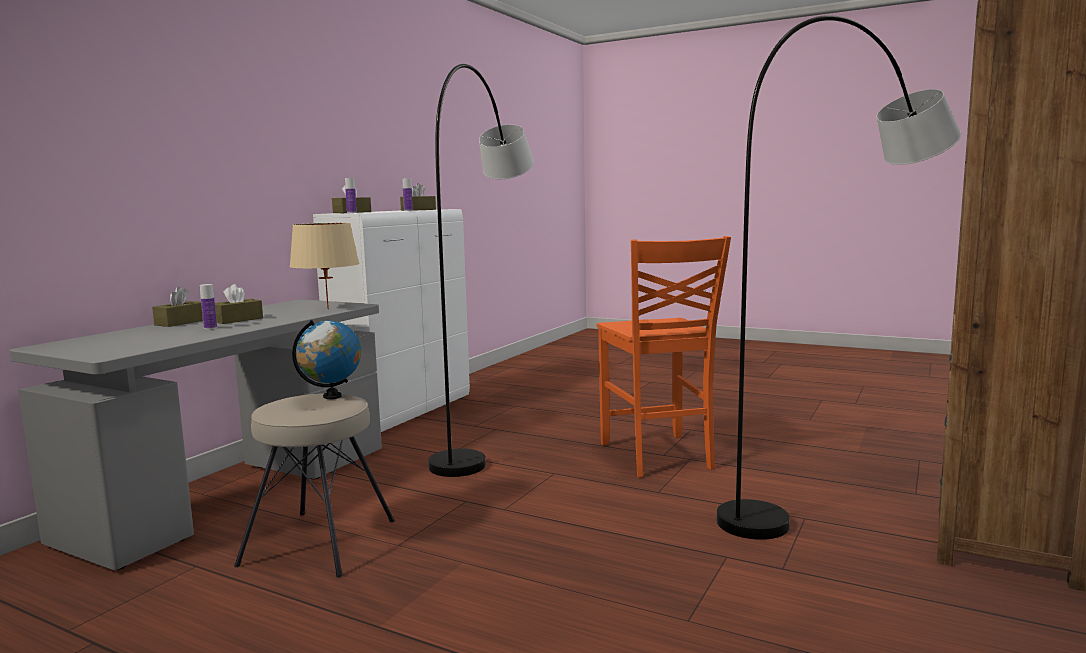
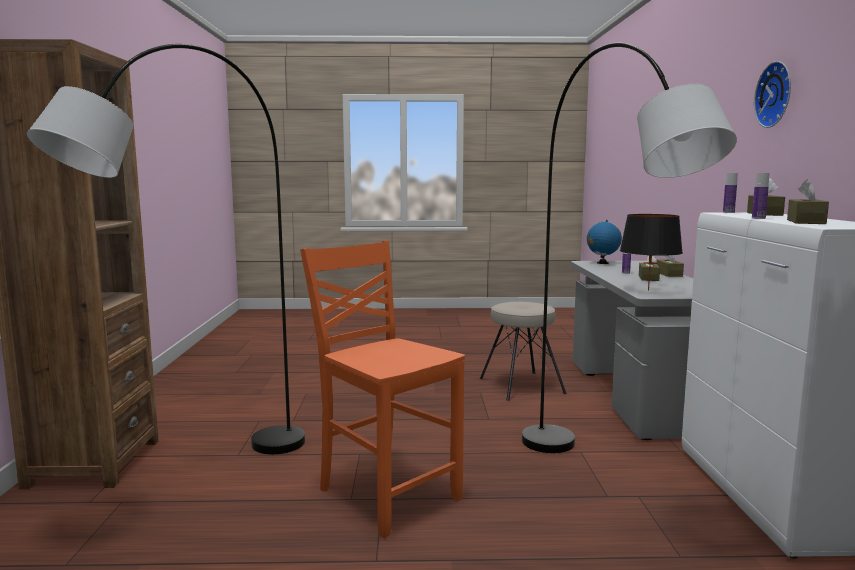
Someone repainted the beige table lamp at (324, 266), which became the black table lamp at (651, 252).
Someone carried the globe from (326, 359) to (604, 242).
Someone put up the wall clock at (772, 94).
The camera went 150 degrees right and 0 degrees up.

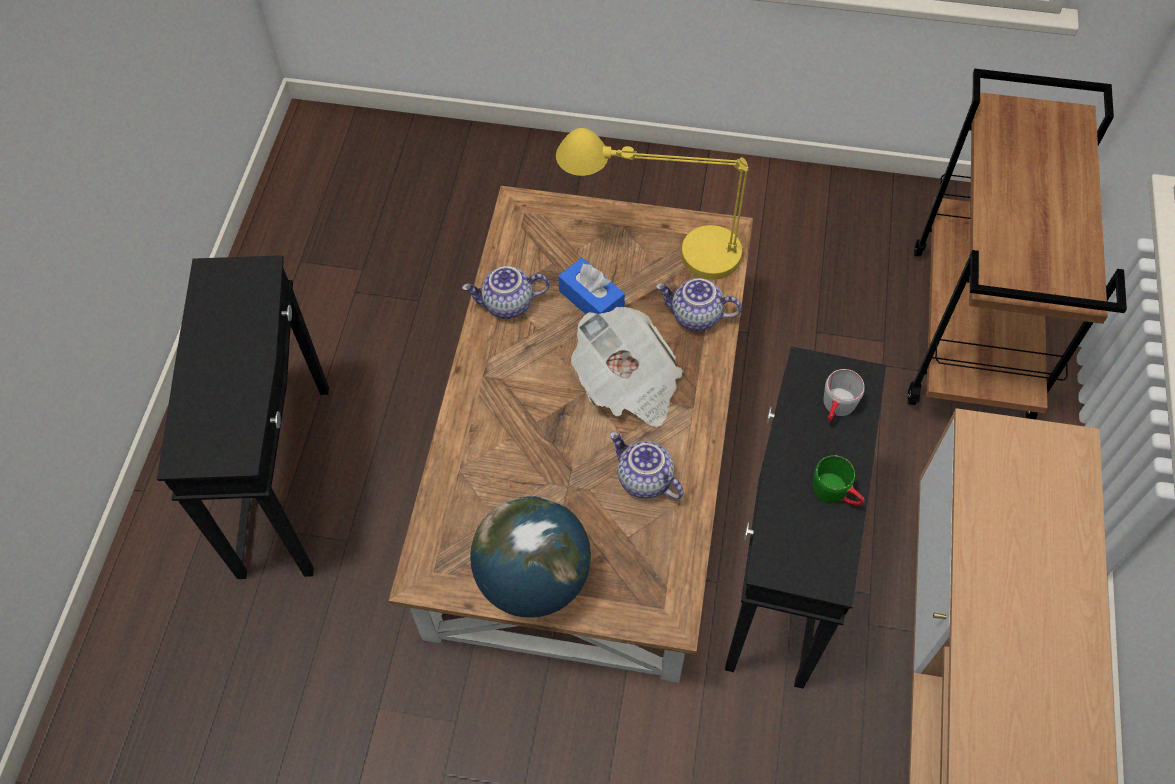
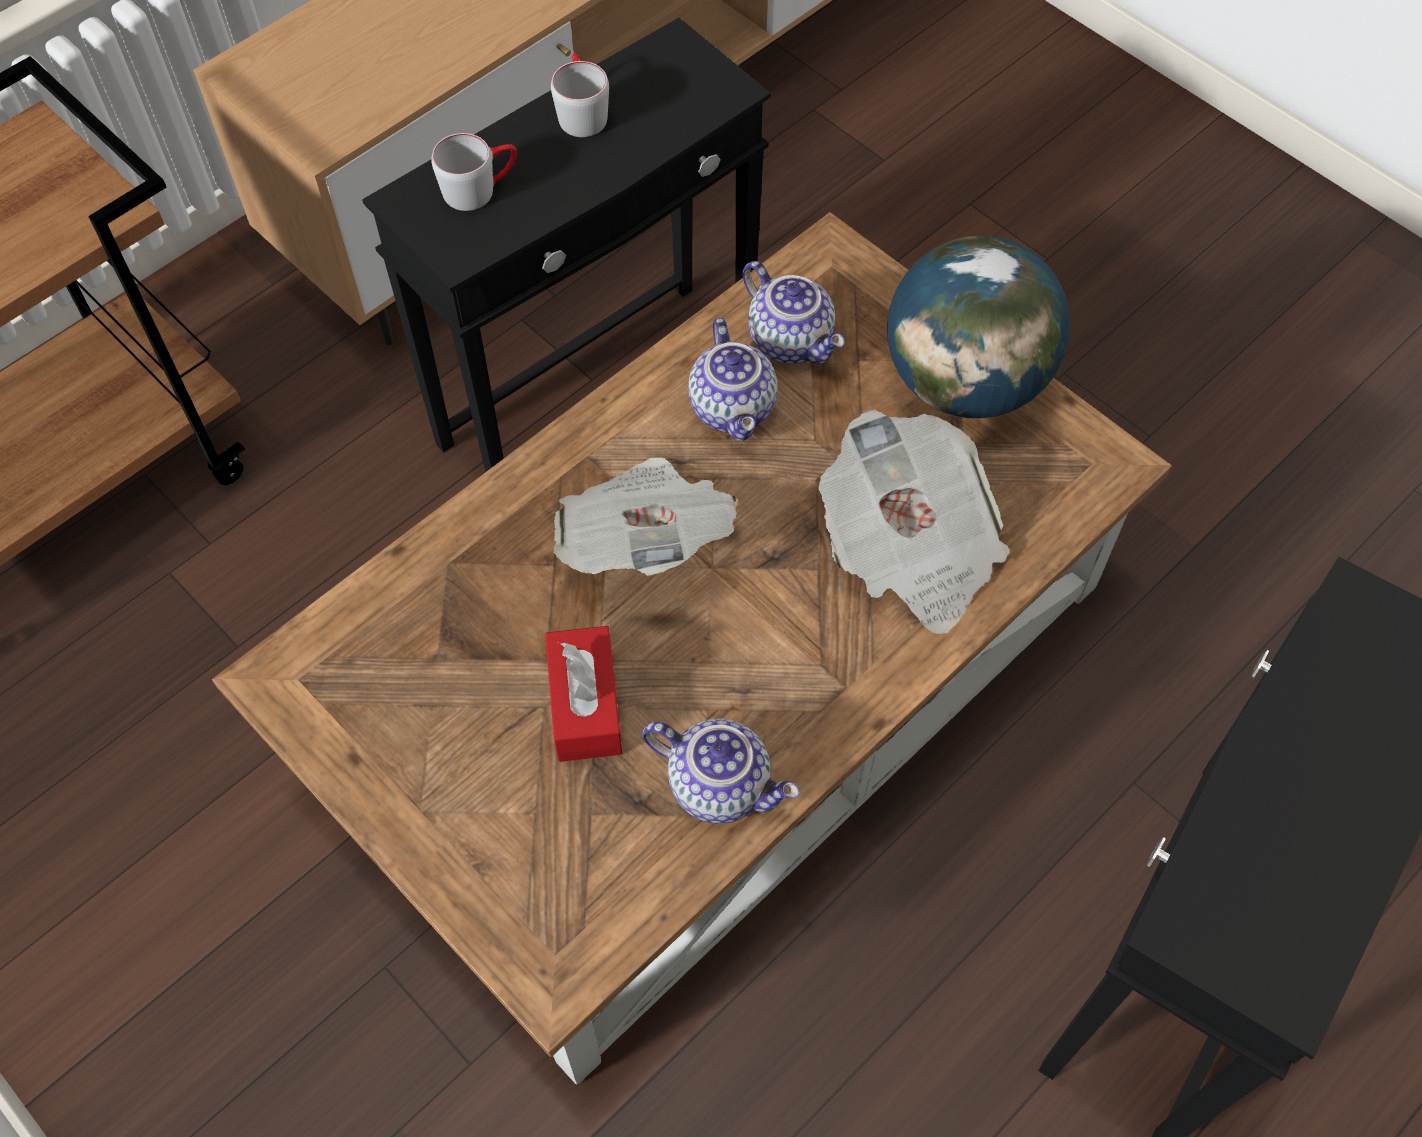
Someone took away the yellow table lamp at (652, 204).
Someone repainted the blue tissue box at (591, 286), which became the red tissue box at (583, 694).
Someone carried the teapot from (699, 304) to (794, 312).
Someone repainted the green mug at (839, 480), which became the grey mug at (580, 95).
Someone put down the newspaper at (914, 522).
The camera went 145 degrees left and 0 degrees up.

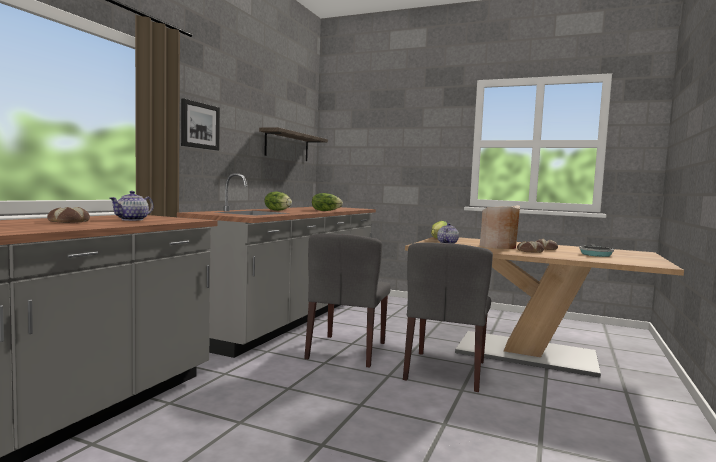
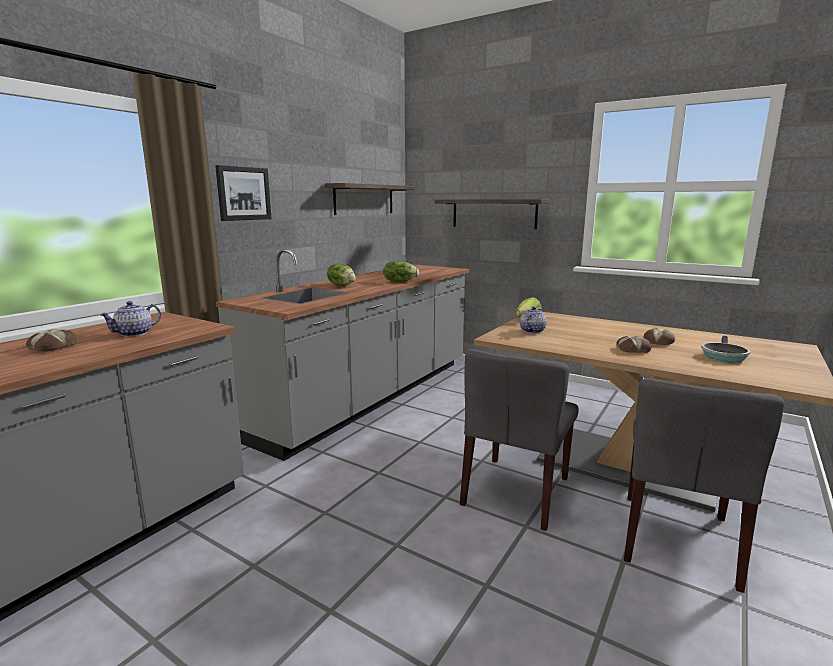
Someone carried the grey chair from (347, 300) to (704, 485).
Someone took away the beige vase at (500, 227).
Someone put up the shelf at (492, 214).
The camera went 10 degrees right and 10 degrees up.

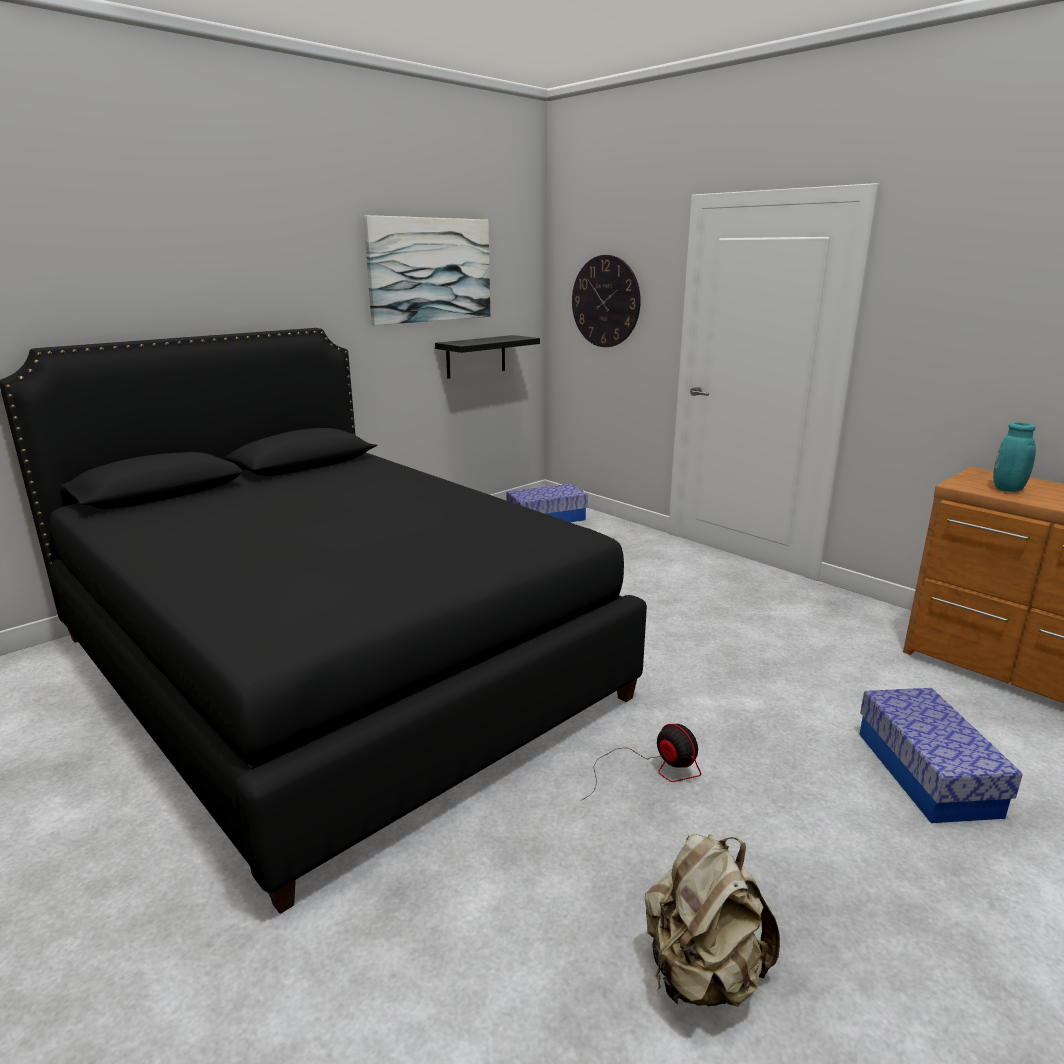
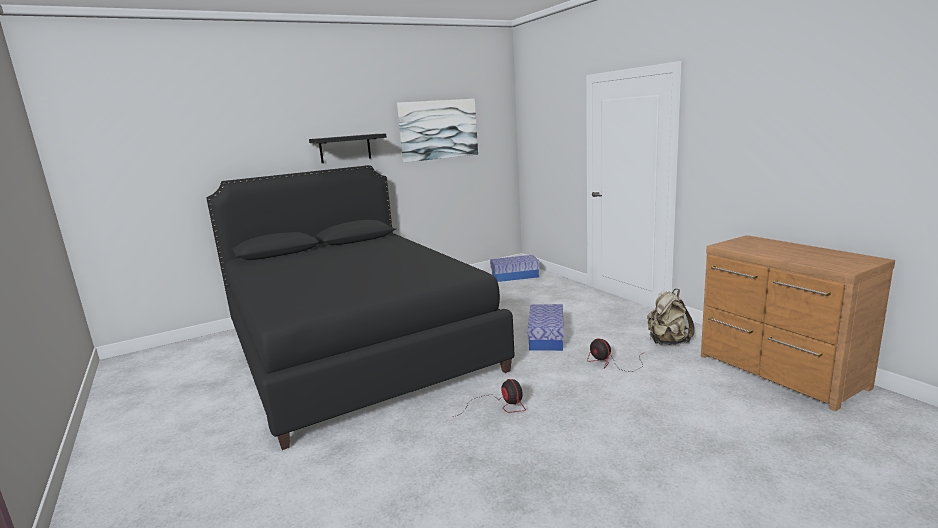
Someone carried the black shelf from (487, 357) to (348, 148).
Someone took away the wall clock at (606, 301).
Someone carried the beige backpack from (712, 920) to (671, 317).
Someone carried the storage box from (941, 755) to (545, 327).
Someone took away the turquoise vase at (1014, 457).
Someone put down the fan at (616, 355).
The camera went 15 degrees right and 5 degrees down.

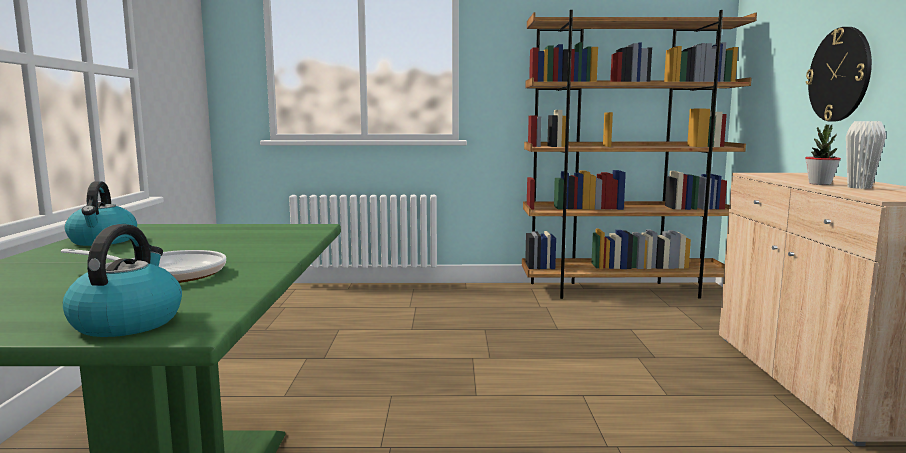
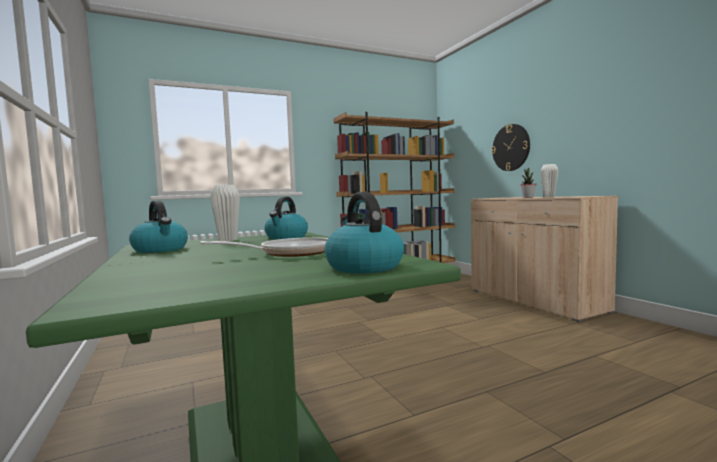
Someone put down the white vase at (225, 213).
Someone put down the kettle at (286, 217).
The camera went 25 degrees left and 5 degrees down.

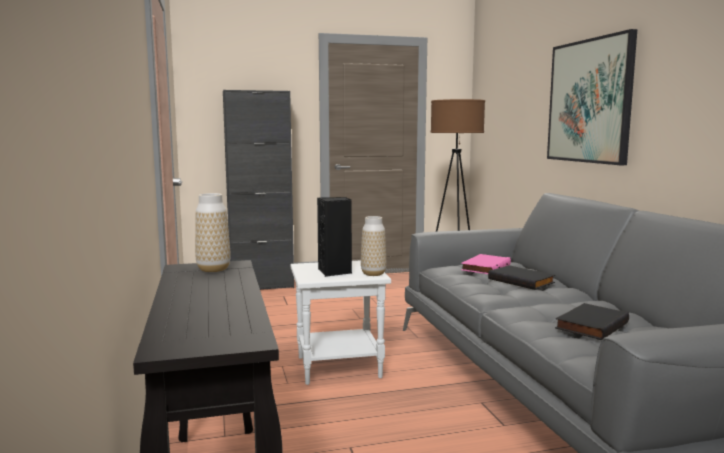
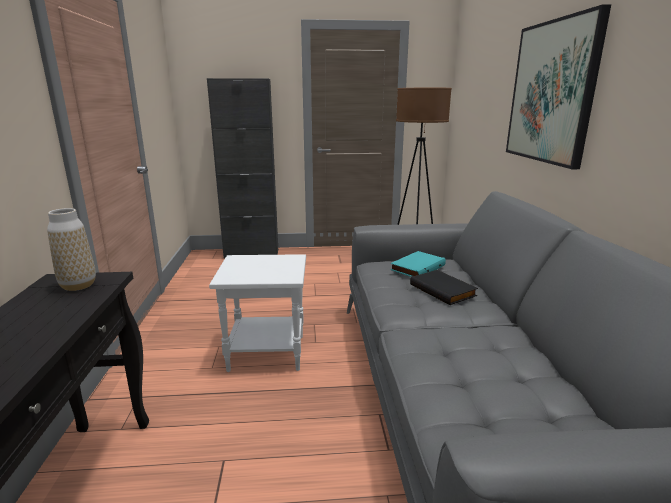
Someone took away the black speaker at (334, 237).
Someone took away the vase at (373, 246).
Someone repainted the pink book at (486, 264), which became the turquoise book at (418, 264).
Someone took away the black book at (592, 321).
The camera went 10 degrees right and 10 degrees up.

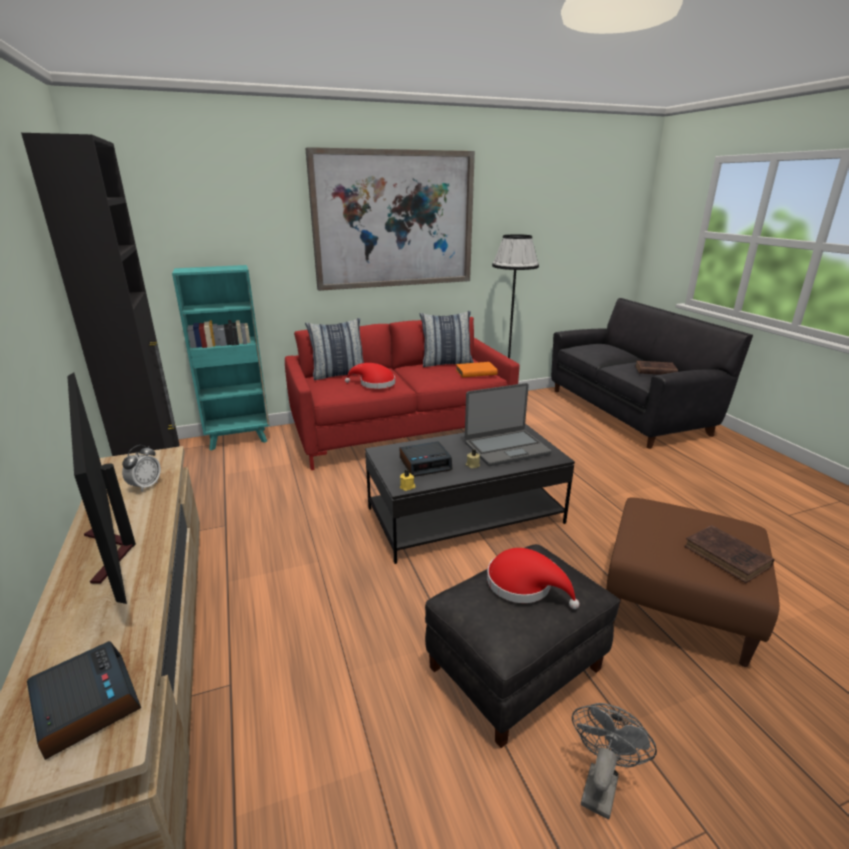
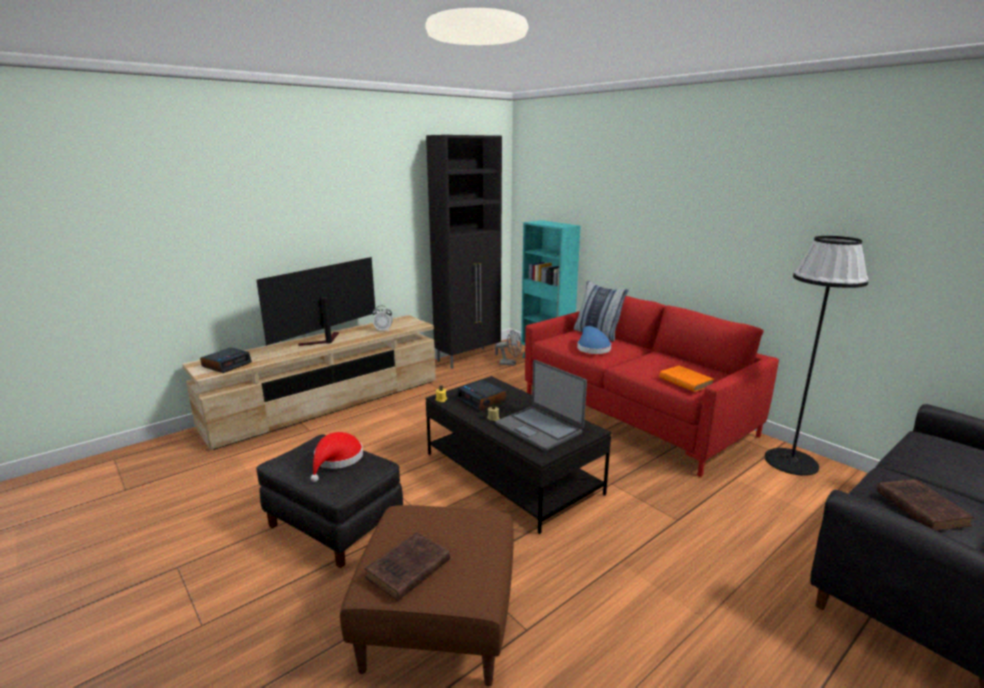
Someone took away the picture at (390, 219).
Someone repainted the red hat at (370, 376), which became the blue hat at (594, 340).
Someone took away the pillow at (447, 339).
Someone carried the grey fan from (614, 761) to (509, 348).
The camera went 70 degrees right and 5 degrees down.

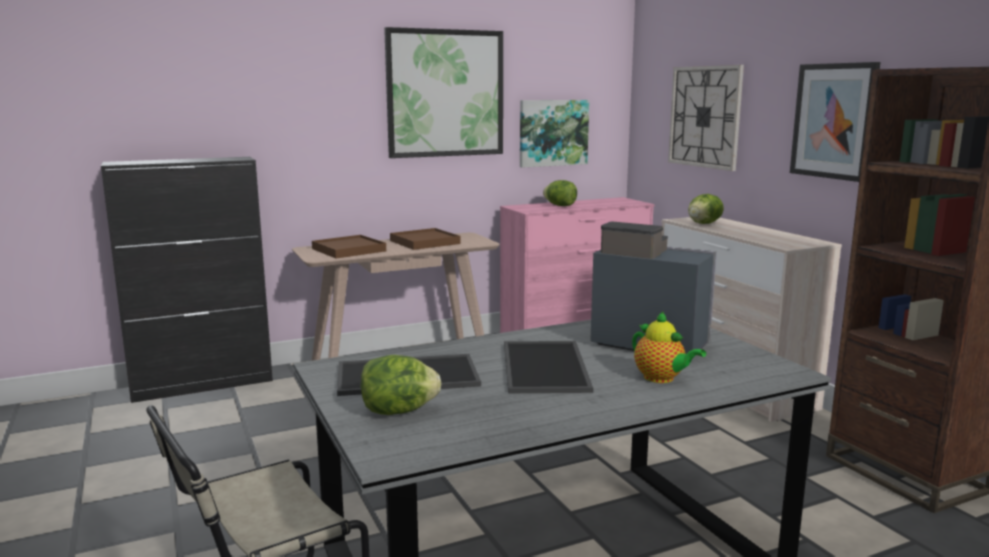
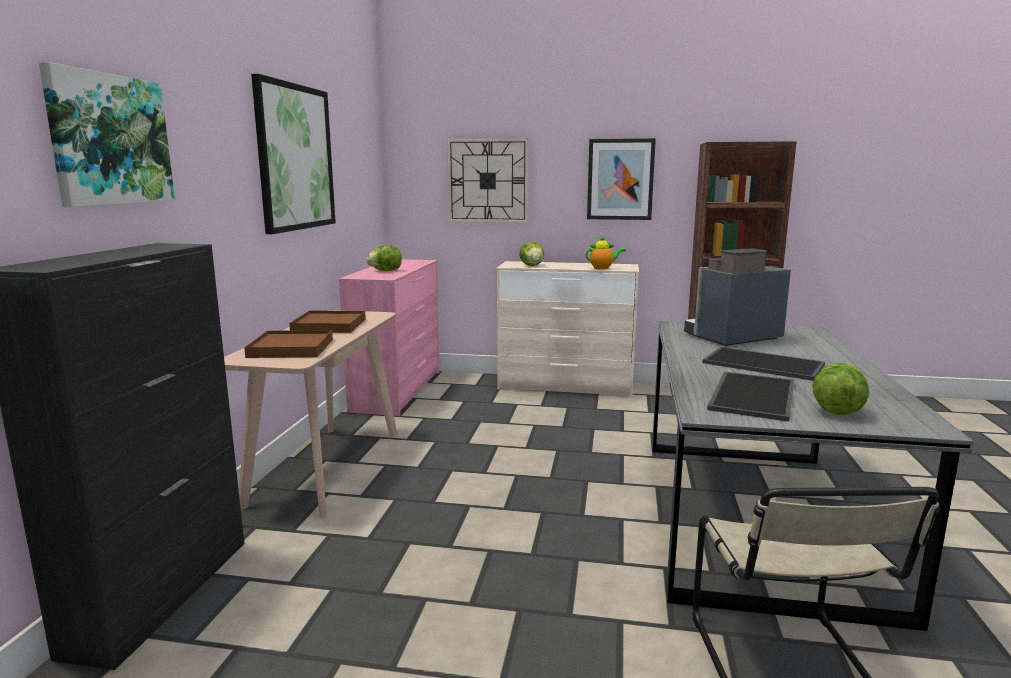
Someone carried the picture from (554, 133) to (107, 134).
Someone carried the teapot from (669, 347) to (606, 252).
The camera went 55 degrees left and 0 degrees up.

